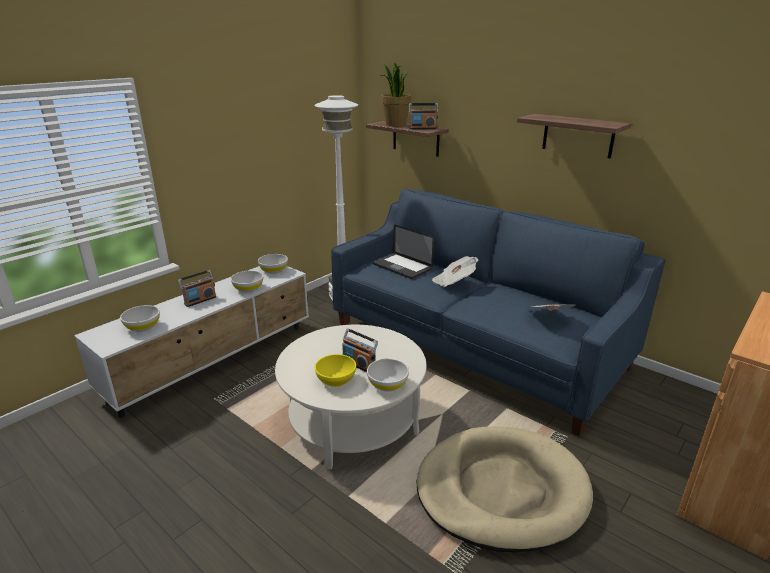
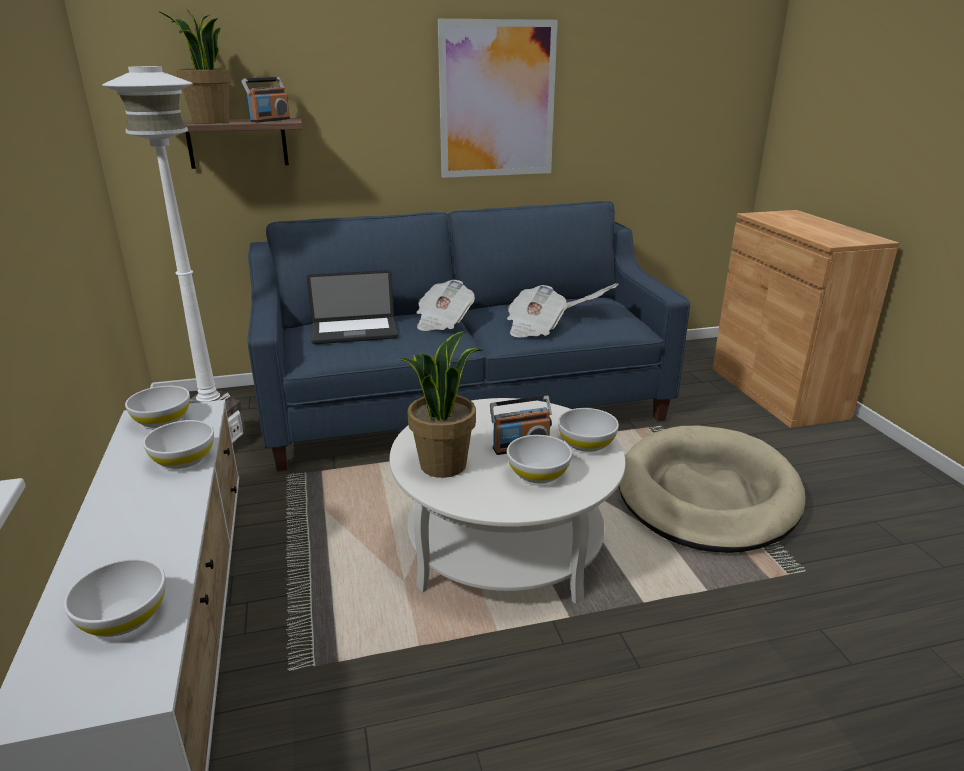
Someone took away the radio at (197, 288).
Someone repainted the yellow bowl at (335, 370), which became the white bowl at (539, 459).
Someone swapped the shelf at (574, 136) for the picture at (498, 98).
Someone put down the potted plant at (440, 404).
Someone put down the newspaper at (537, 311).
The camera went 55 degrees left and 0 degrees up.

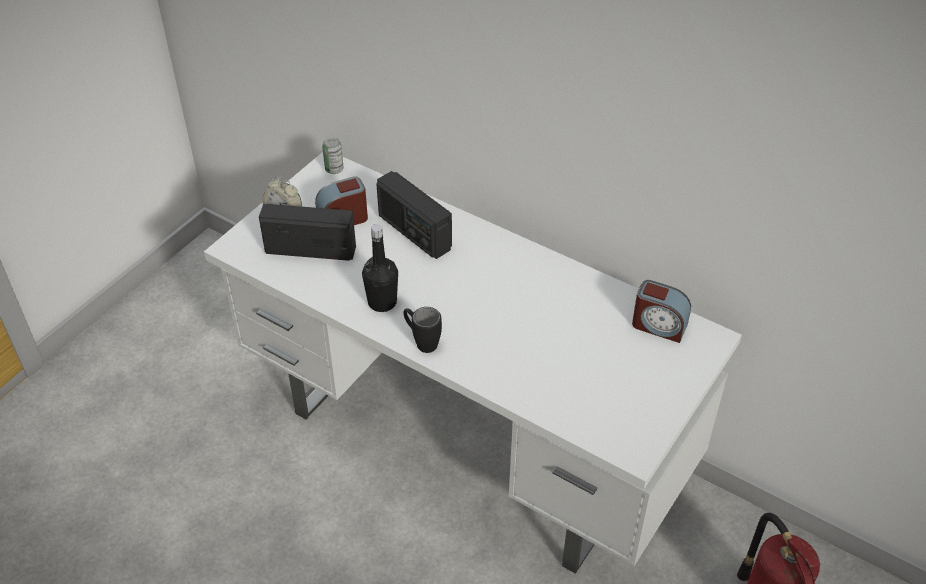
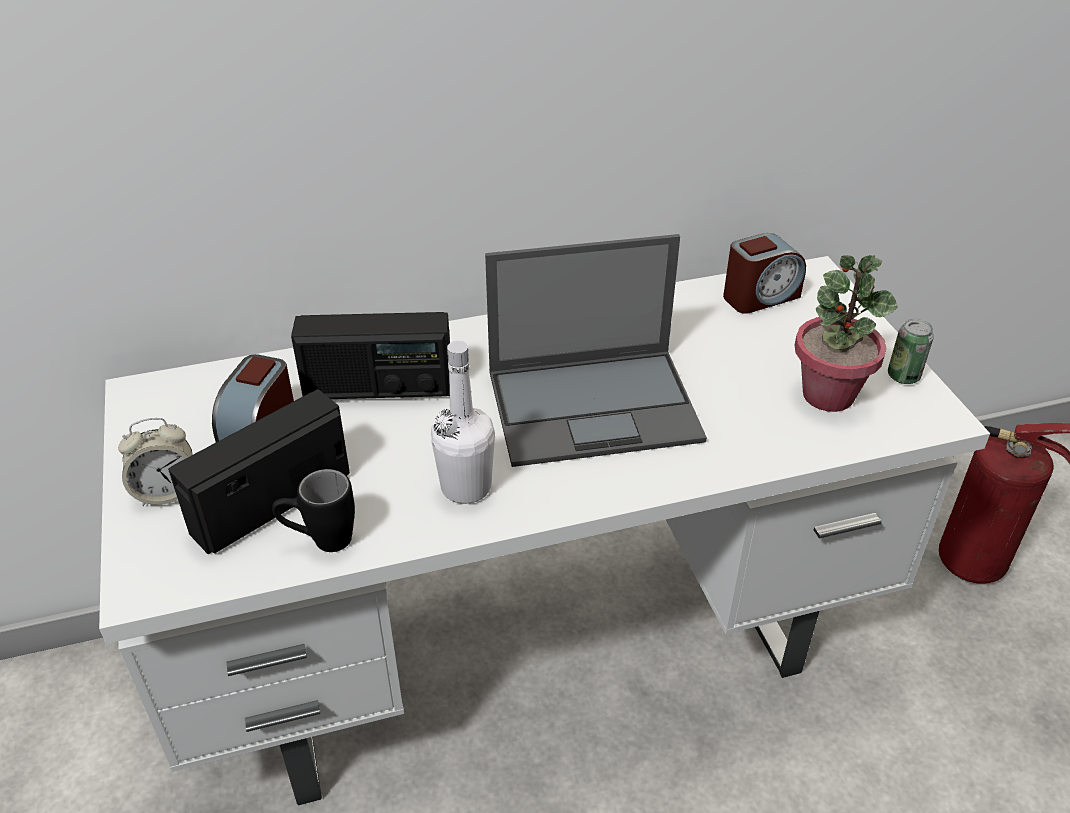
Someone carried the can from (333, 155) to (911, 351).
Someone repainted the black bottle at (380, 268), which became the white bottle at (463, 422).
Someone carried the black mug from (422, 330) to (313, 510).
Someone put down the laptop at (596, 350).
Someone put down the potted plant at (846, 333).
The camera went 50 degrees left and 5 degrees down.

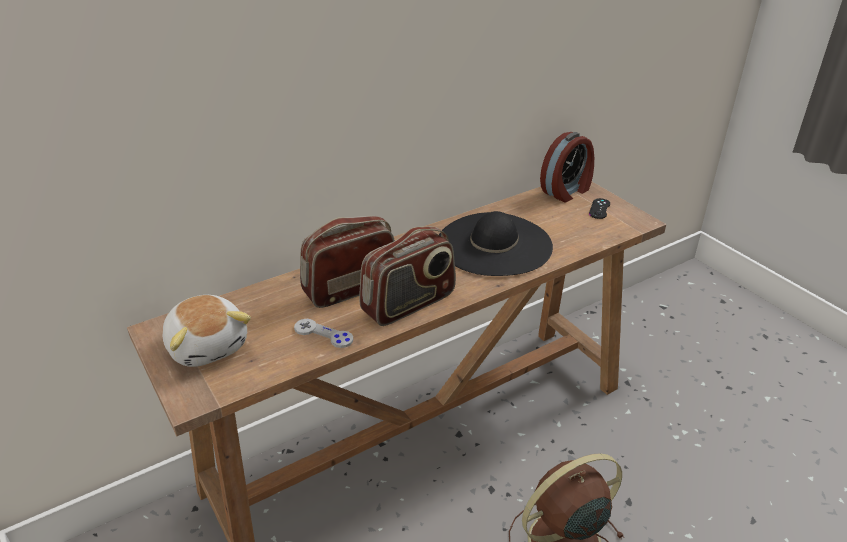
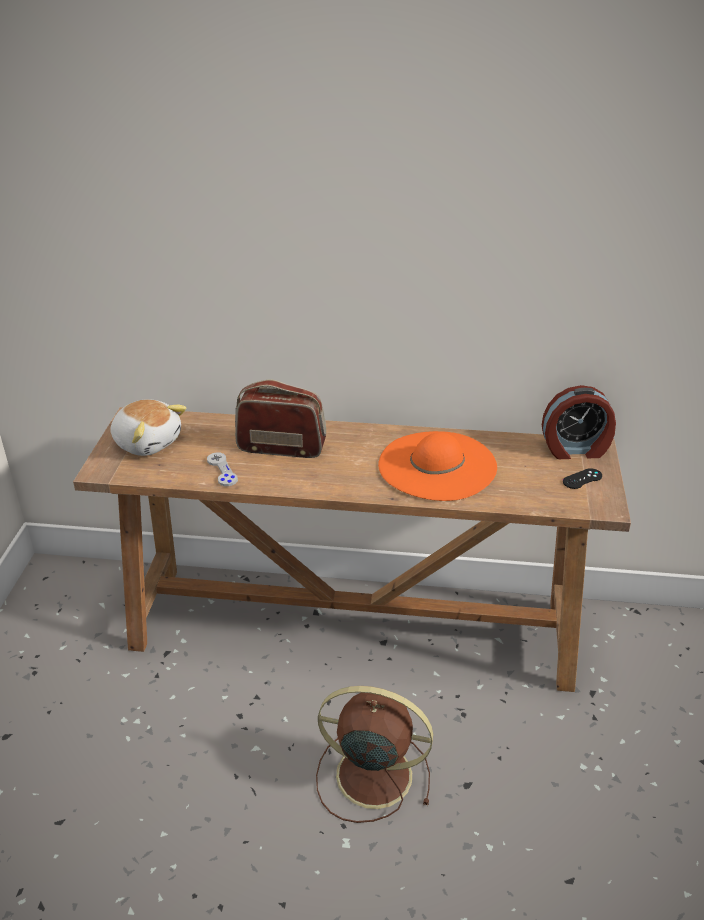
Someone rotated the plush toy at (207, 331) by 60 degrees counterclockwise.
Someone took away the radio at (407, 276).
Someone repainted the black hat at (496, 243), which became the orange hat at (437, 466).
The camera went 40 degrees right and 0 degrees up.

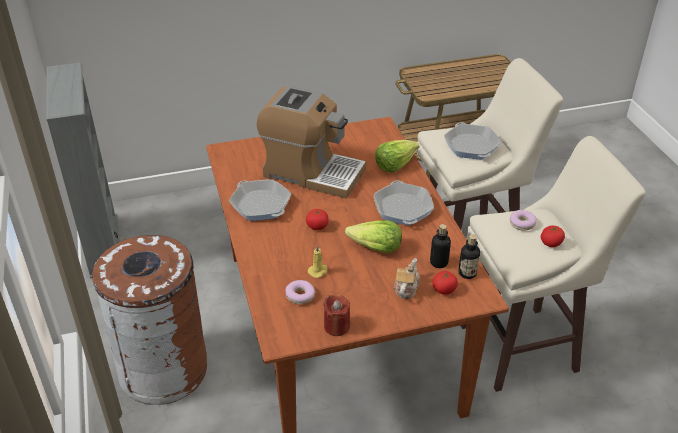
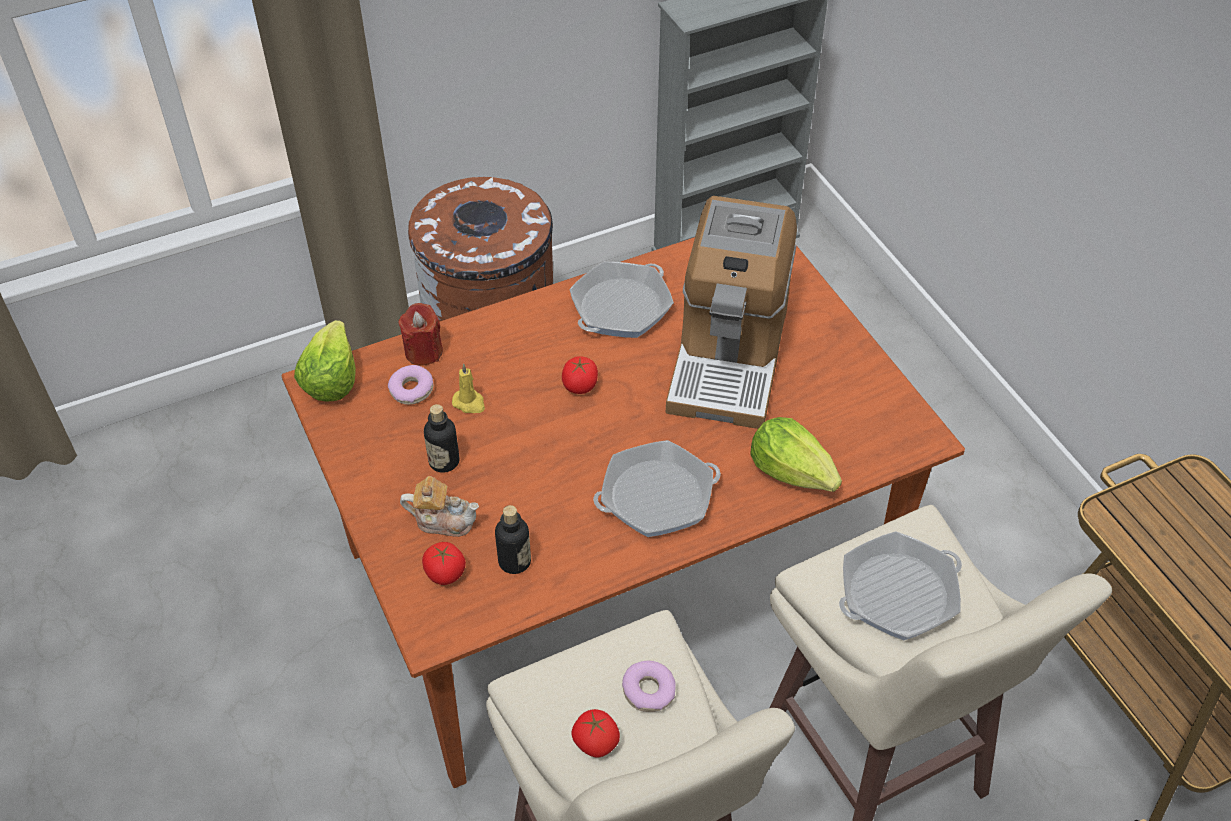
Someone carried the red candle from (336, 315) to (420, 334).
Someone carried the lettuce from (373, 237) to (325, 360).
Someone carried the bottle from (469, 256) to (442, 438).
The camera went 80 degrees right and 10 degrees up.

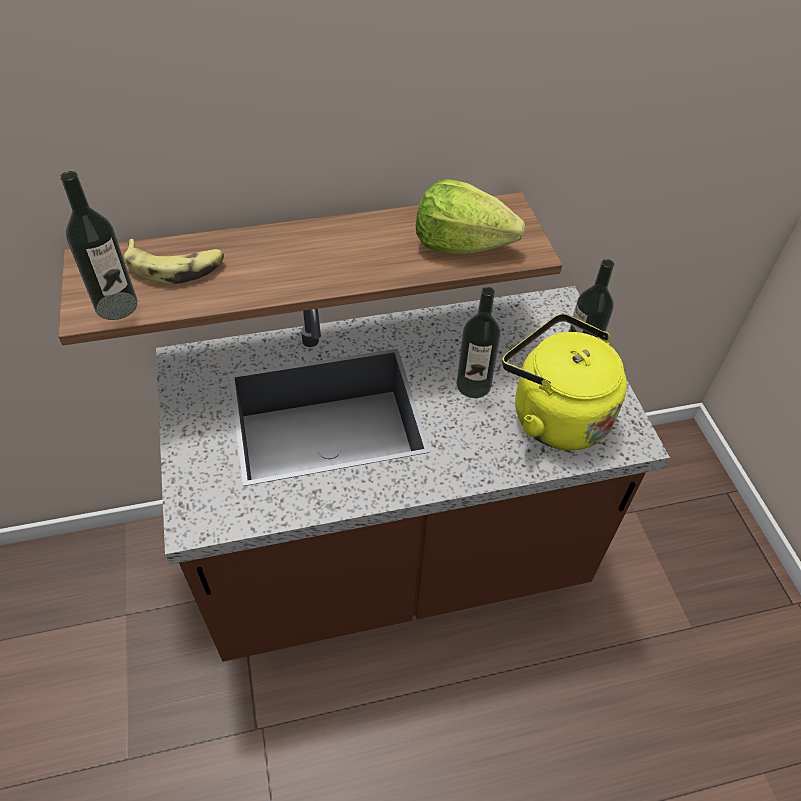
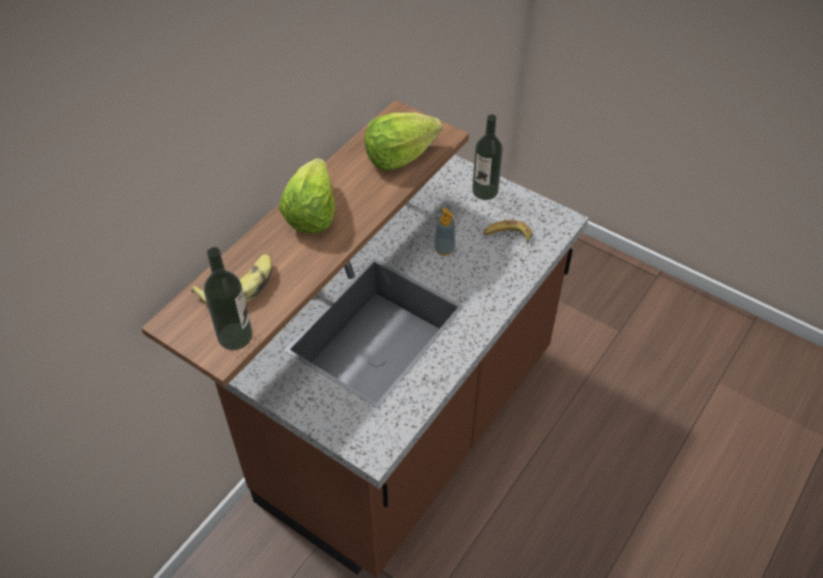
Someone swapped the bottle at (479, 342) for the soap dispenser at (444, 232).
Someone swapped the yellow kettle at (564, 382) for the banana at (507, 231).
Someone put down the lettuce at (307, 196).
The camera went 40 degrees left and 0 degrees up.

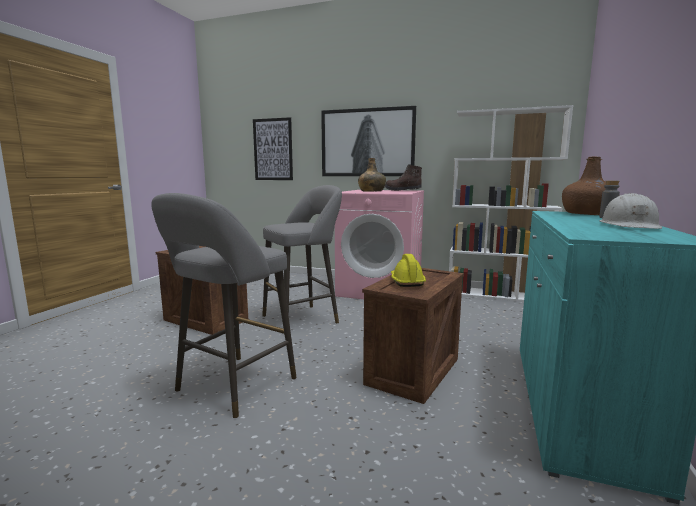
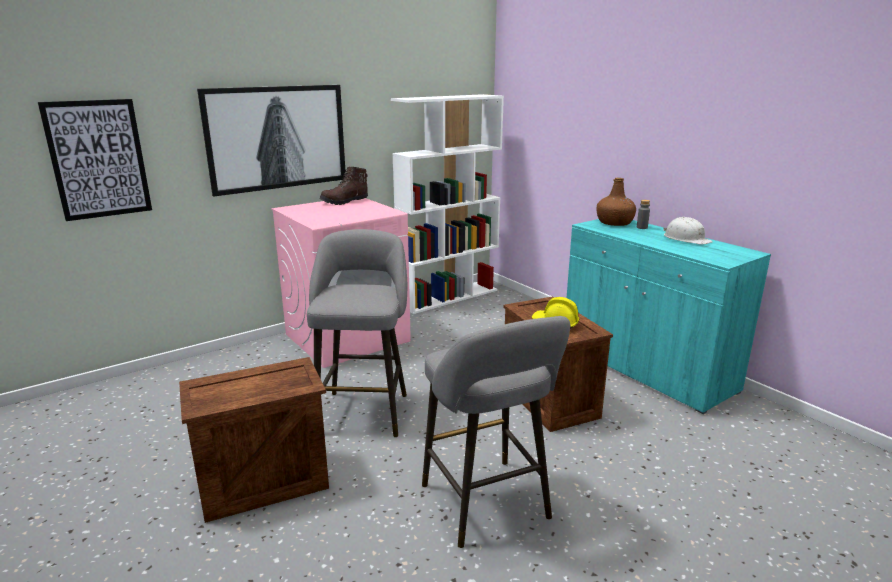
Someone took away the green bottle at (372, 175).
The camera went 55 degrees left and 10 degrees up.

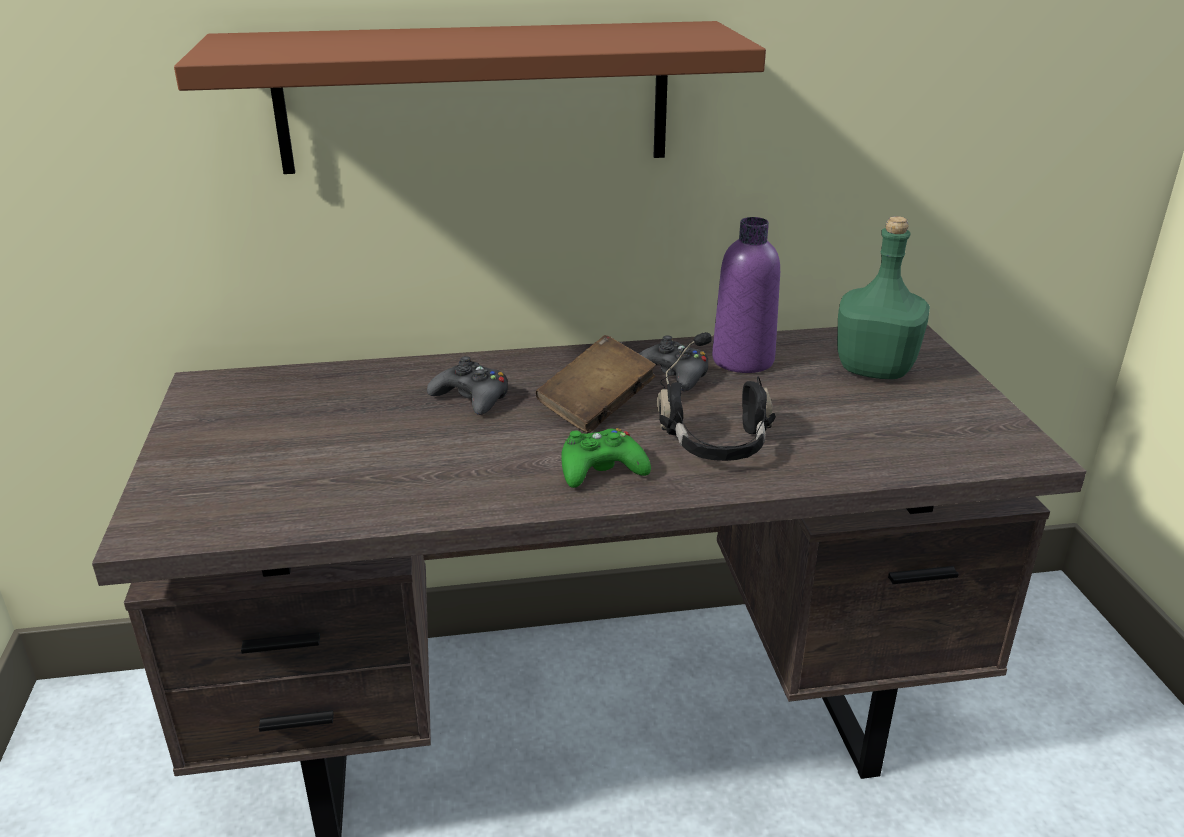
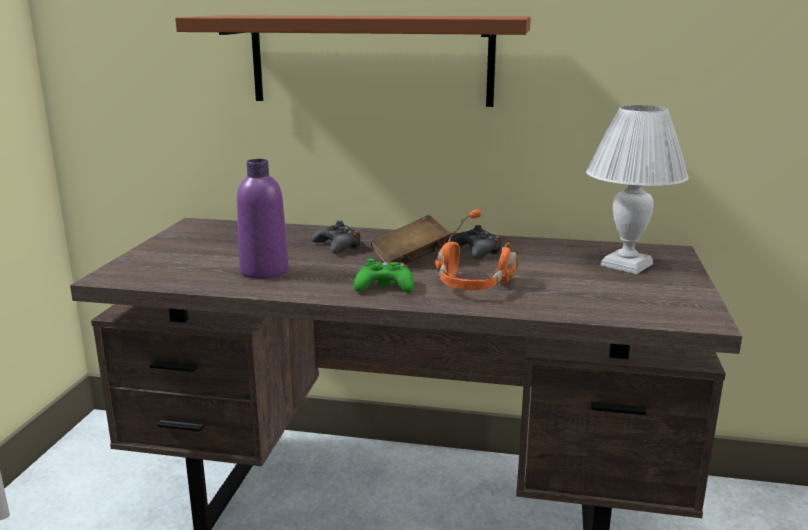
Someone repainted the black headphones at (716, 396), which became the orange headphones at (477, 249).
Someone carried the purple bottle from (746, 295) to (263, 219).
Someone swapped the green bottle at (883, 297) for the white table lamp at (637, 189).
The camera went 20 degrees right and 10 degrees down.

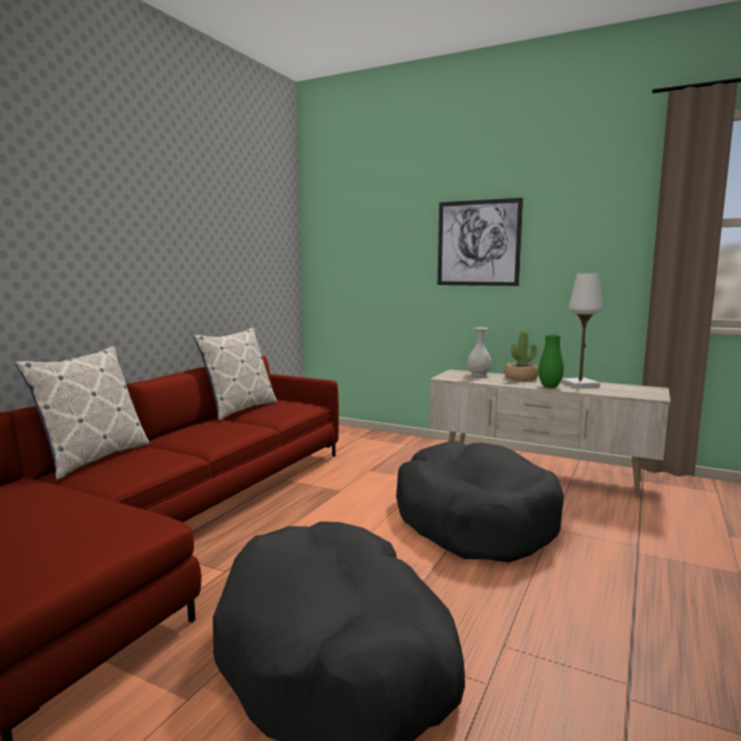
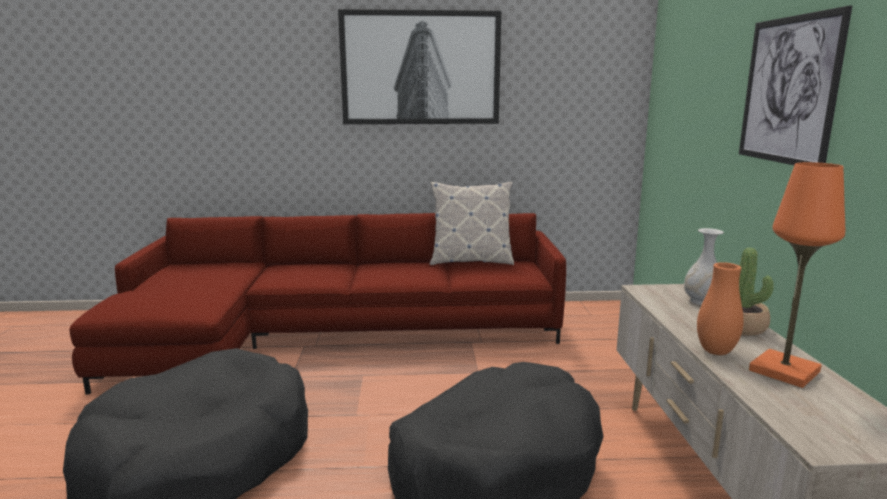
Someone took away the pillow at (82, 413).
Someone repainted the green vase at (551, 361), which became the orange vase at (720, 308).
Someone repainted the white table lamp at (582, 331), which became the orange table lamp at (797, 275).
Someone put up the picture at (419, 66).
The camera went 60 degrees right and 5 degrees up.

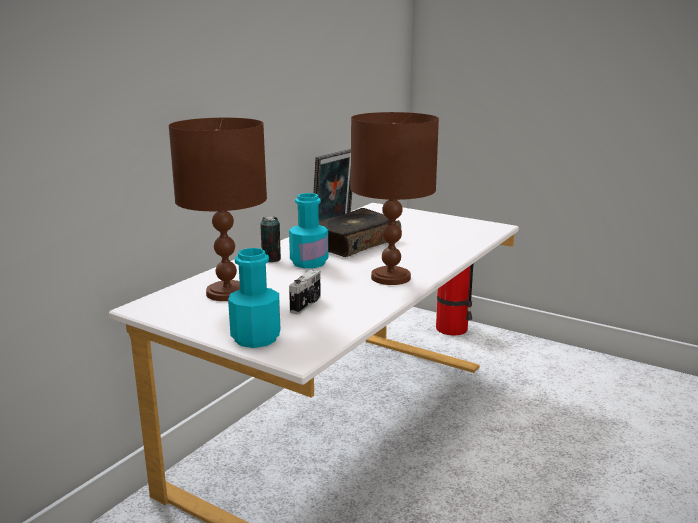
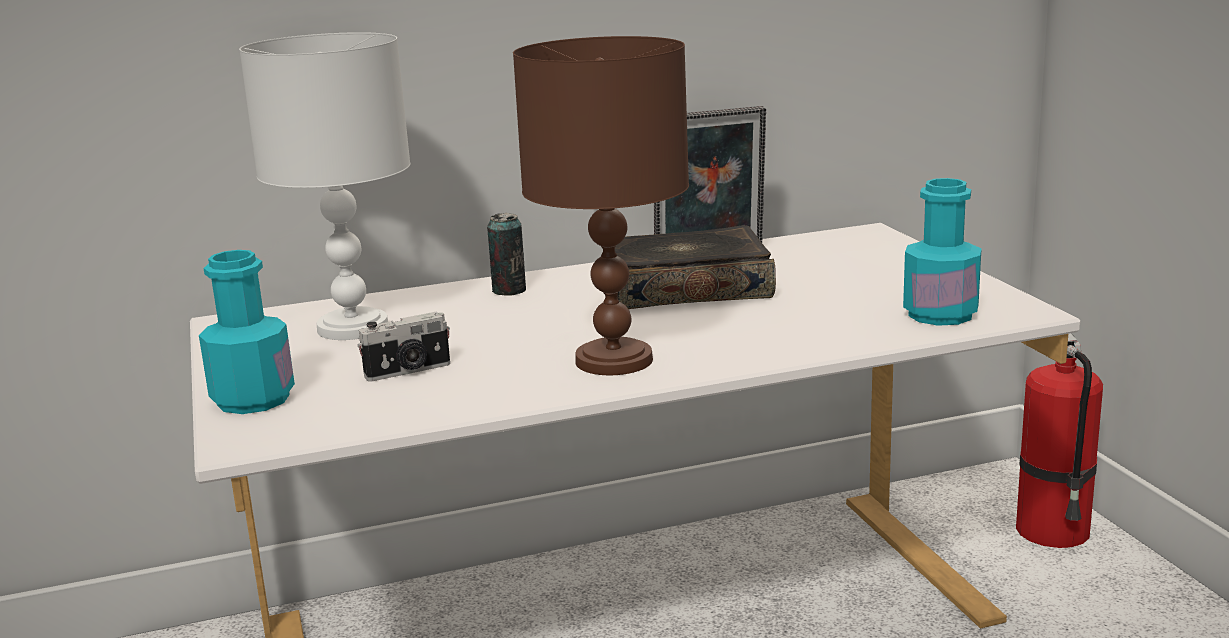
Someone repainted the brown table lamp at (218, 209), which became the white table lamp at (325, 186).
Someone carried the turquoise bottle from (308, 230) to (942, 252).
The camera went 40 degrees right and 0 degrees up.

